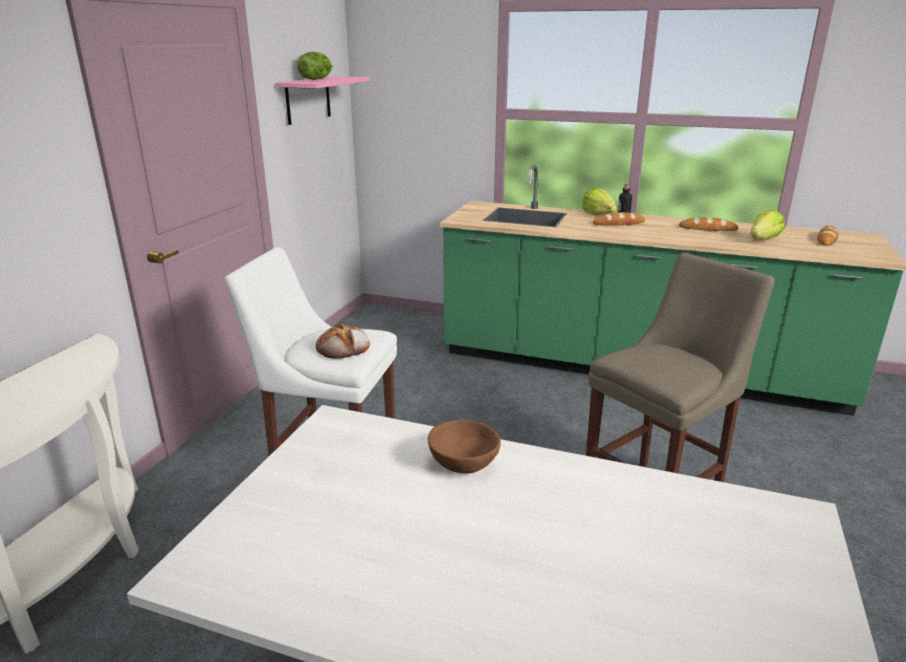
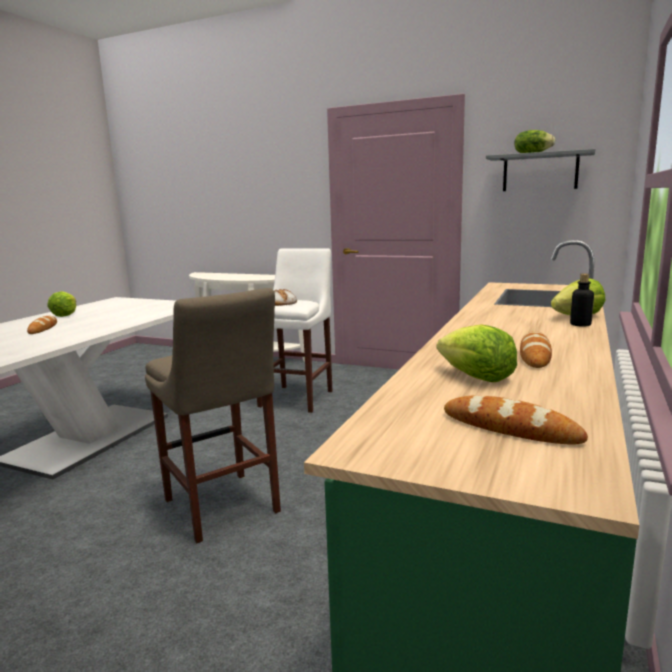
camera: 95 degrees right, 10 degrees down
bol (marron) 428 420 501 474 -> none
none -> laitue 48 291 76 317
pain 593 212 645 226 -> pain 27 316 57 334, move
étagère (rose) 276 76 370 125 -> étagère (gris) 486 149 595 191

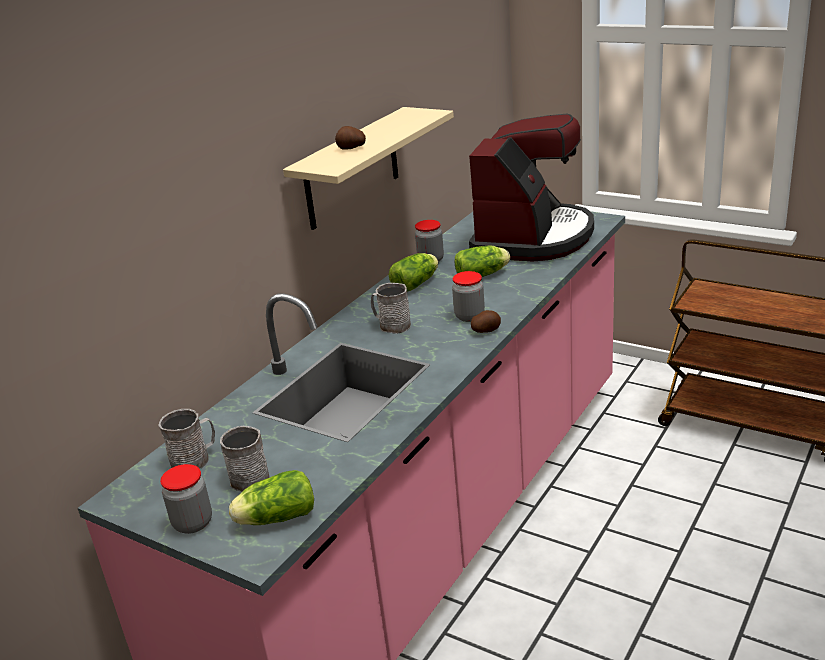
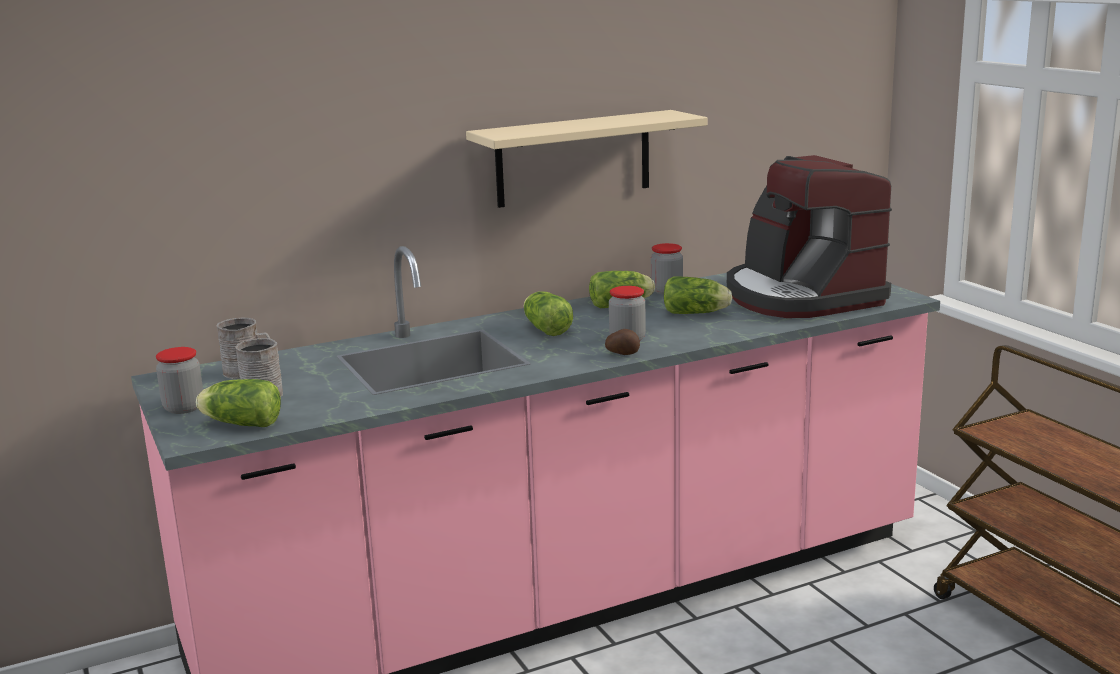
camera: 30 degrees right, 10 degrees down
pomme de terre 335 126 366 149 -> none
mug (gris) 371 283 411 334 -> laitue 524 291 573 336
machine à café 469 114 594 262 -> machine à café 727 155 892 318, 105 degrees clockwise

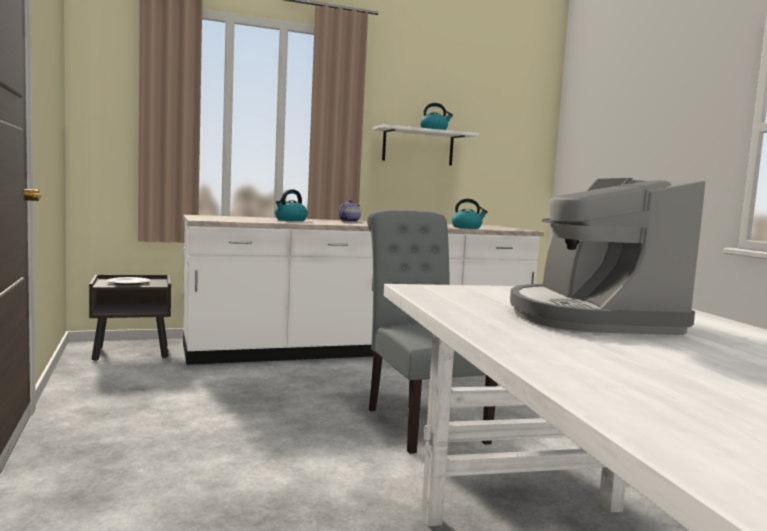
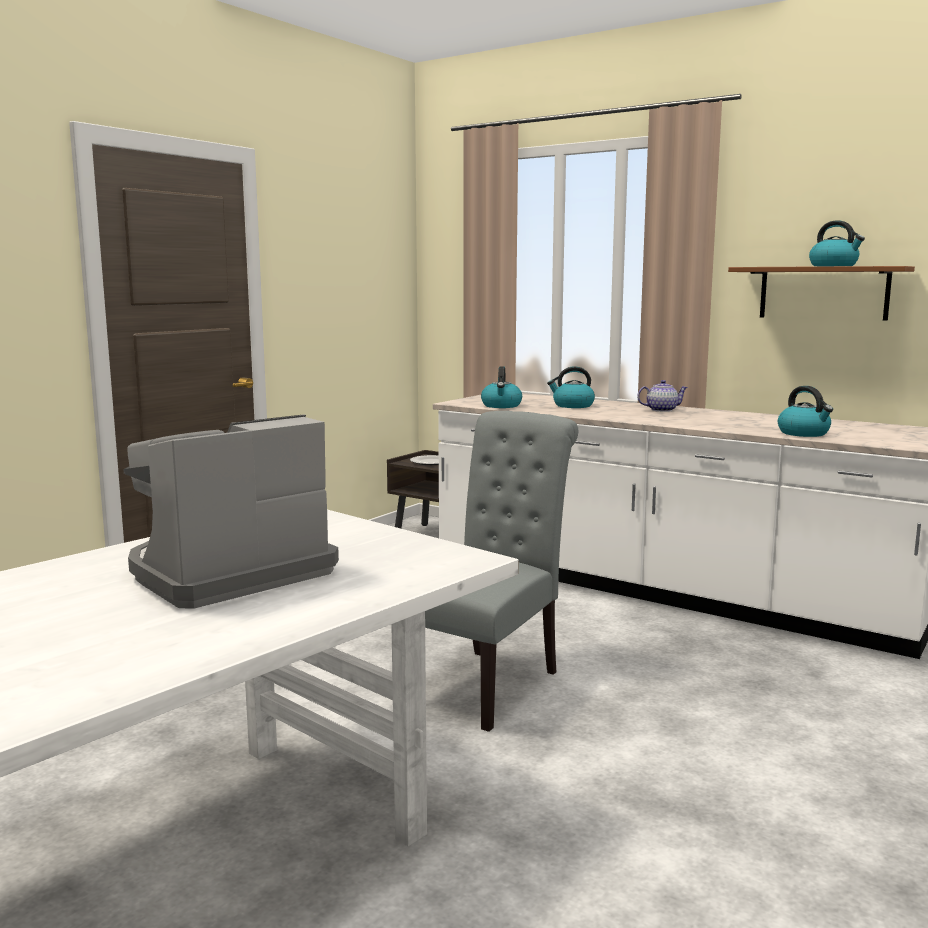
camera: 55 degrees right, 5 degrees up
none -> bouilloire 481 366 522 408
étagère (blanc) 372 124 479 165 -> étagère (marron) 728 266 915 321

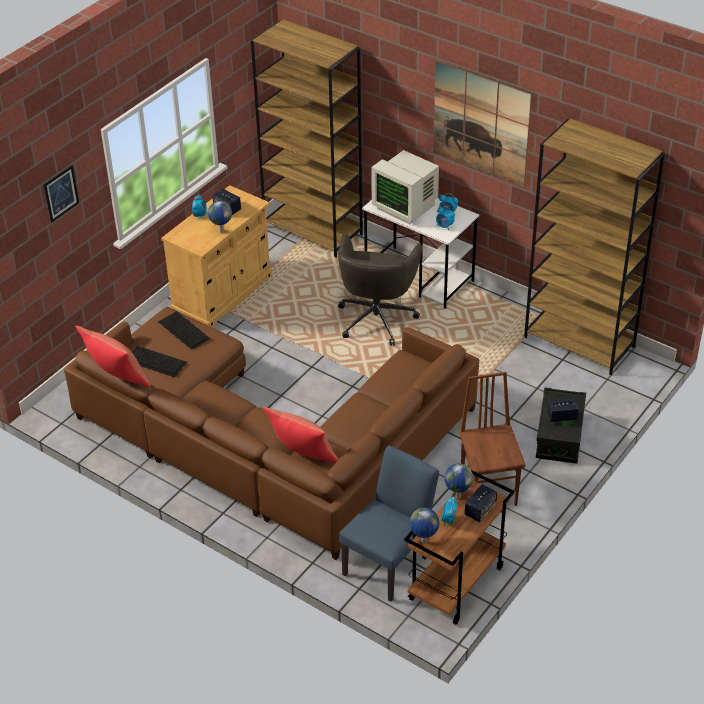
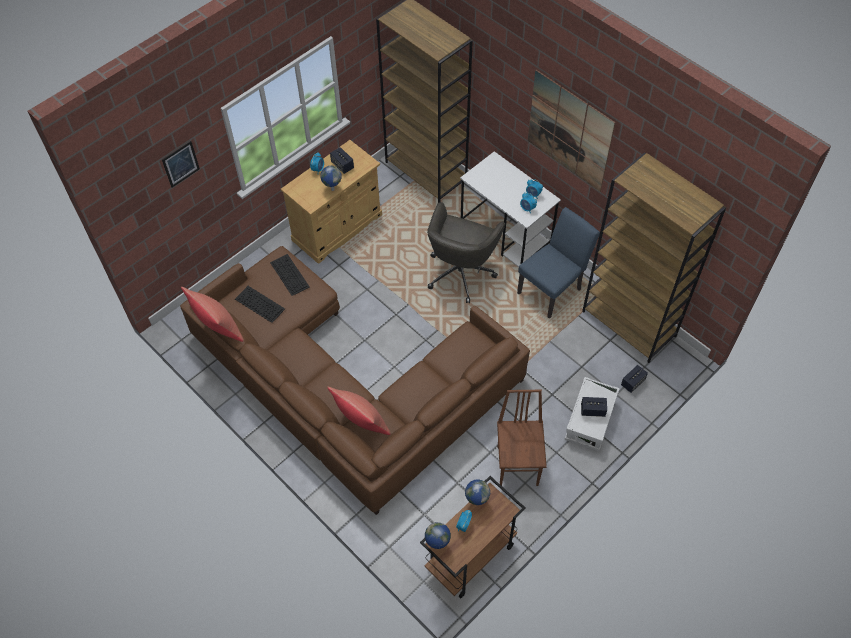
camera: 10 degrees right, 15 degrees up
écran d'ordinateur 371 150 439 225 -> none
chaise (bleu) 339 445 439 602 -> chaise (bleu) 517 207 600 319, move
enceinte 465 484 497 522 -> enceinte 621 365 648 393, move
boîte de rangement (noir) 536 387 586 463 -> boîte de rangement (blanc) 565 377 620 451

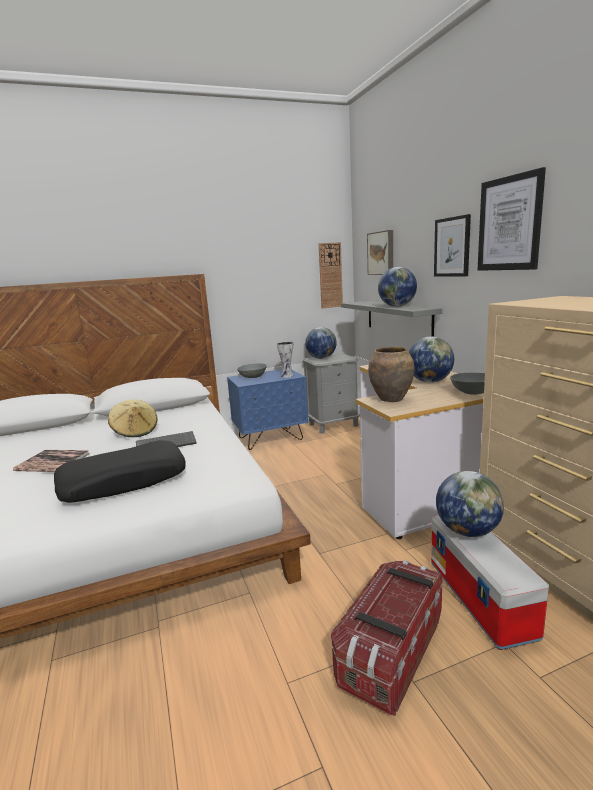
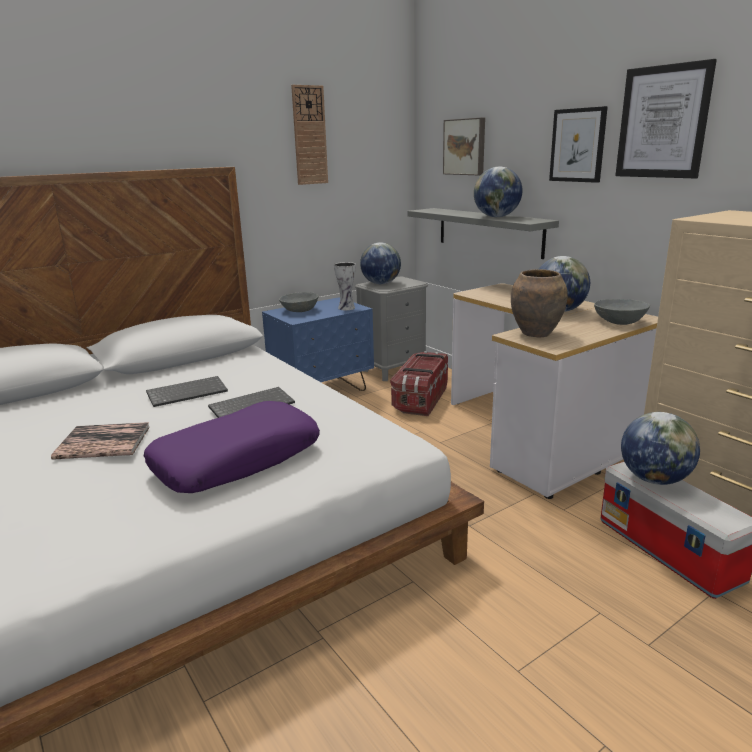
camera: 15 degrees left, 5 degrees up
horloge murale 319 242 343 308 -> horloge murale 291 85 328 185, move
boîte de rangement 331 560 443 716 -> boîte de rangement 390 351 448 416, move
chapeau (beige) 108 400 158 437 -> clavier 146 376 228 407
coussin (noir) 54 440 186 503 -> coussin (violet) 144 401 320 493

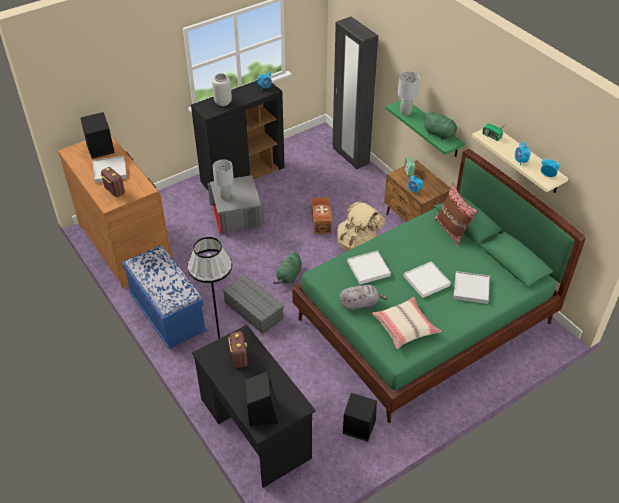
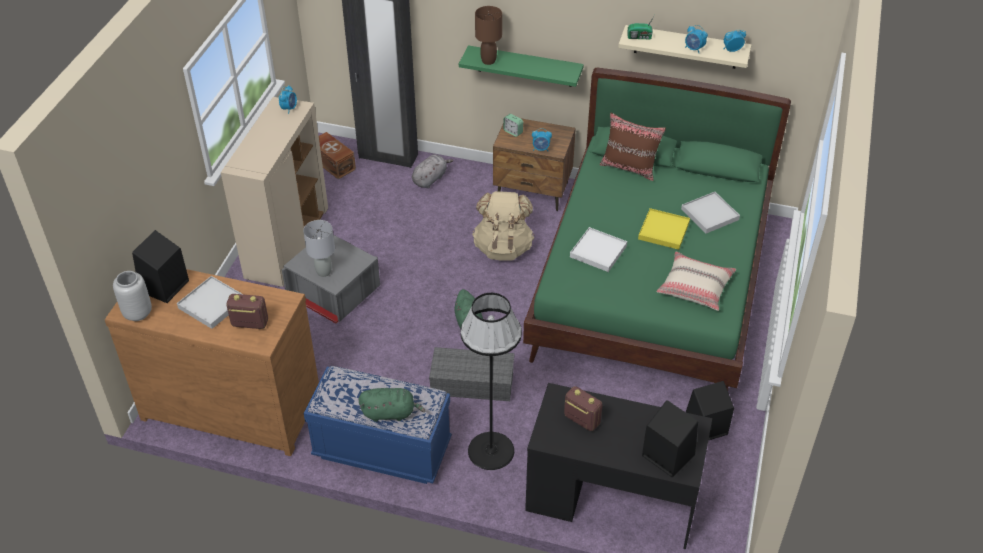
camera: 40 degrees left, 0 degrees up
vase (gris) 212 73 232 106 -> vase (gris) 113 271 152 321, move
boîte de rangement (marron) 312 197 332 234 -> boîte de rangement (marron) 319 132 356 179, move
peluche (gris) 339 285 388 311 -> peluche (gris) 412 154 453 188, move
peluche (vert) 423 111 458 140 -> peluche (vert) 359 388 426 422, move
meuble de rangement (noir) 191 80 285 190 -> meuble de rangement (beige) 221 97 328 287
lampe de table (gris) 398 71 420 116 -> lampe de table (marron) 475 6 502 65
plateau (blanc) 404 261 451 298 -> plateau (jaune) 638 208 690 250

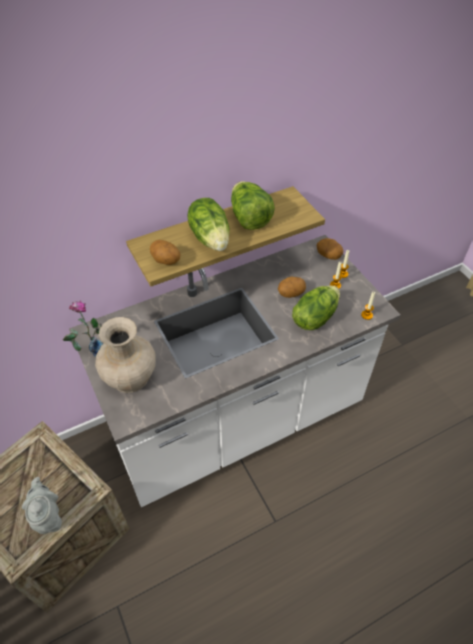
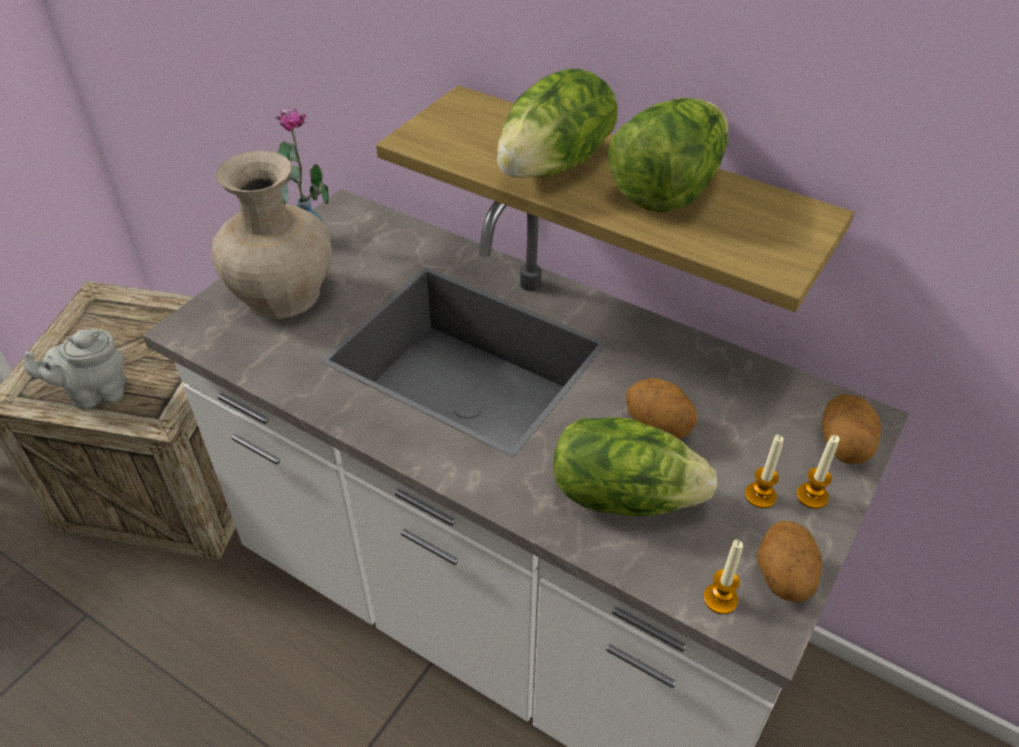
camera: 60 degrees right, 5 degrees down
pomme de terre 150 240 181 265 -> pomme de terre 757 521 822 602, move
théière (gris) 22 477 62 534 -> théière (gris) 24 329 126 409, 150 degrees counterclockwise

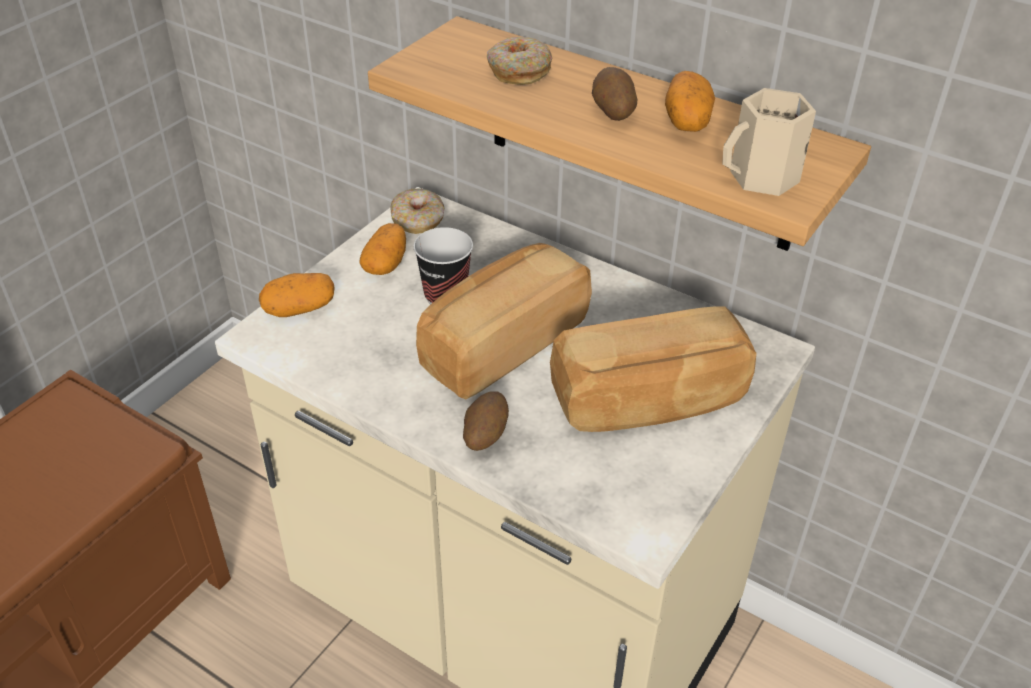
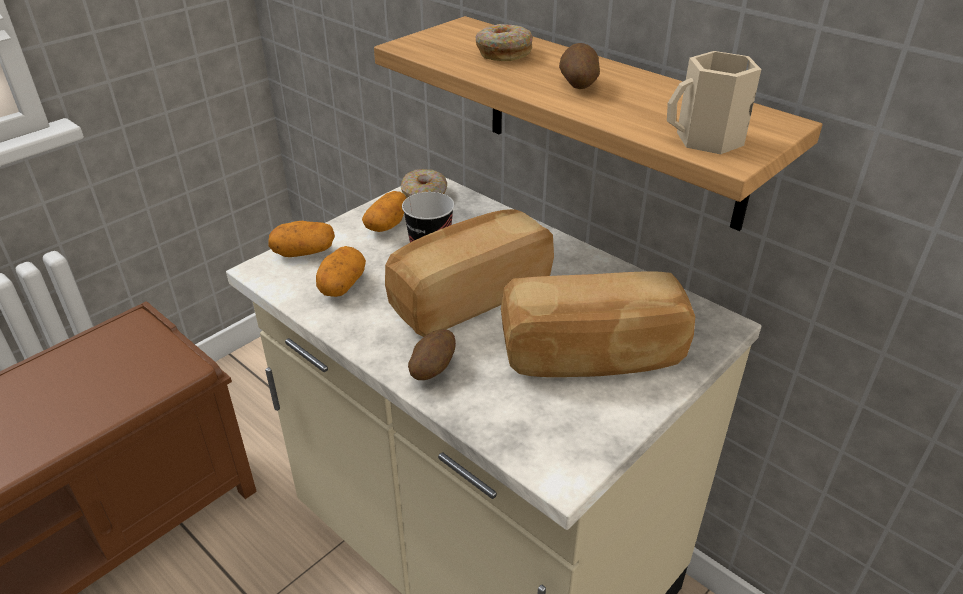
camera: 10 degrees right, 5 degrees down
pomme de terre 665 71 715 132 -> pomme de terre 316 246 366 297, move

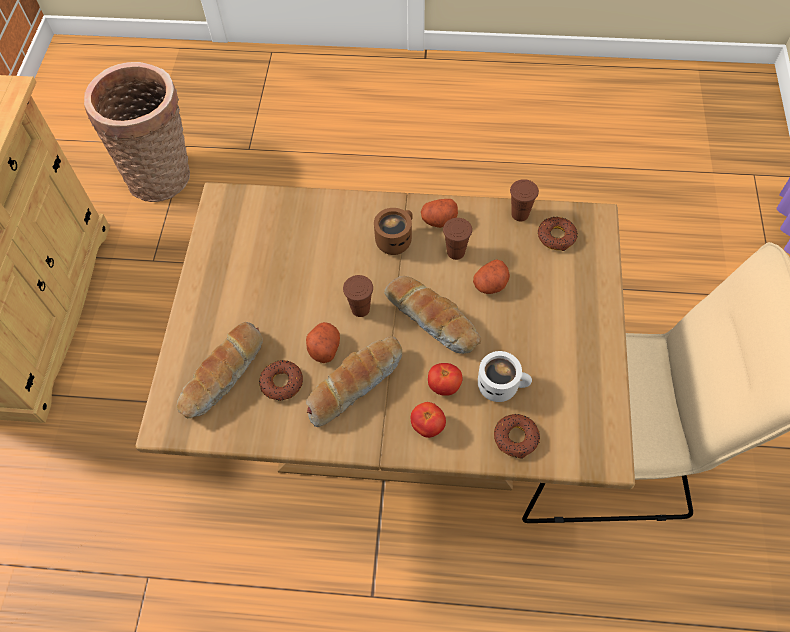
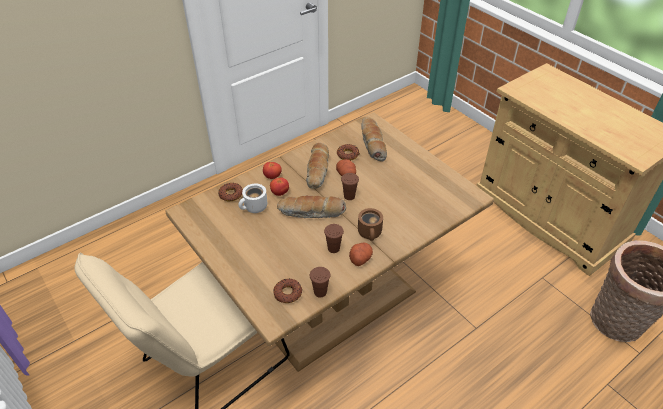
camera: 135 degrees right, 15 degrees down
pomme de terre 473 259 510 294 -> none

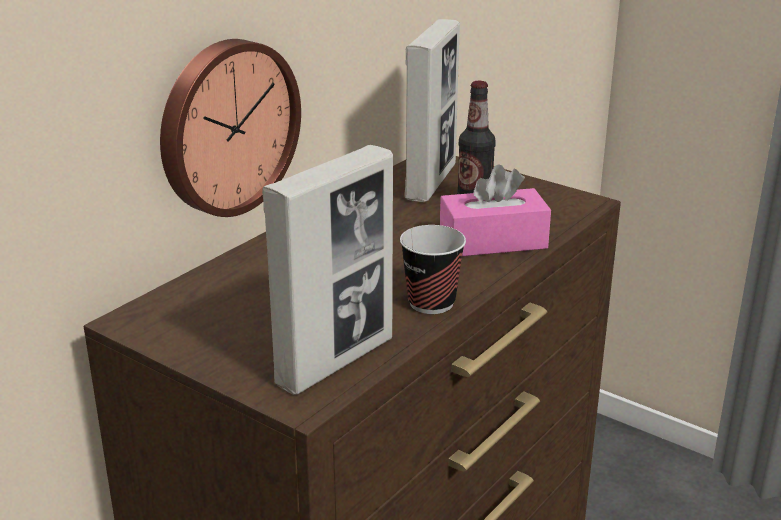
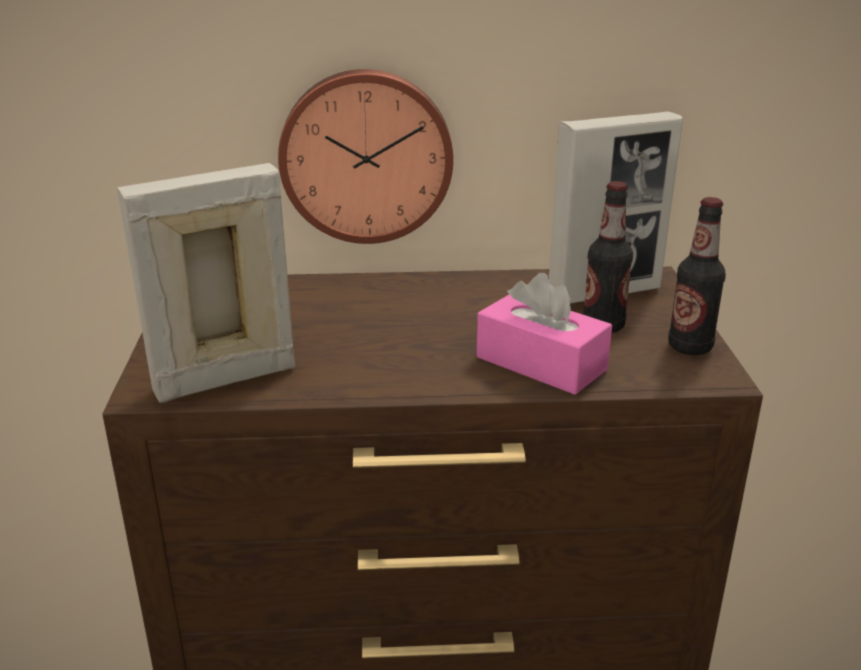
camera: 50 degrees right, 0 degrees up
tasse 400 225 466 314 -> none
none -> bouteille 668 197 726 355
cadre photo 262 145 393 395 -> cadre photo 117 163 295 403, 150 degrees clockwise

